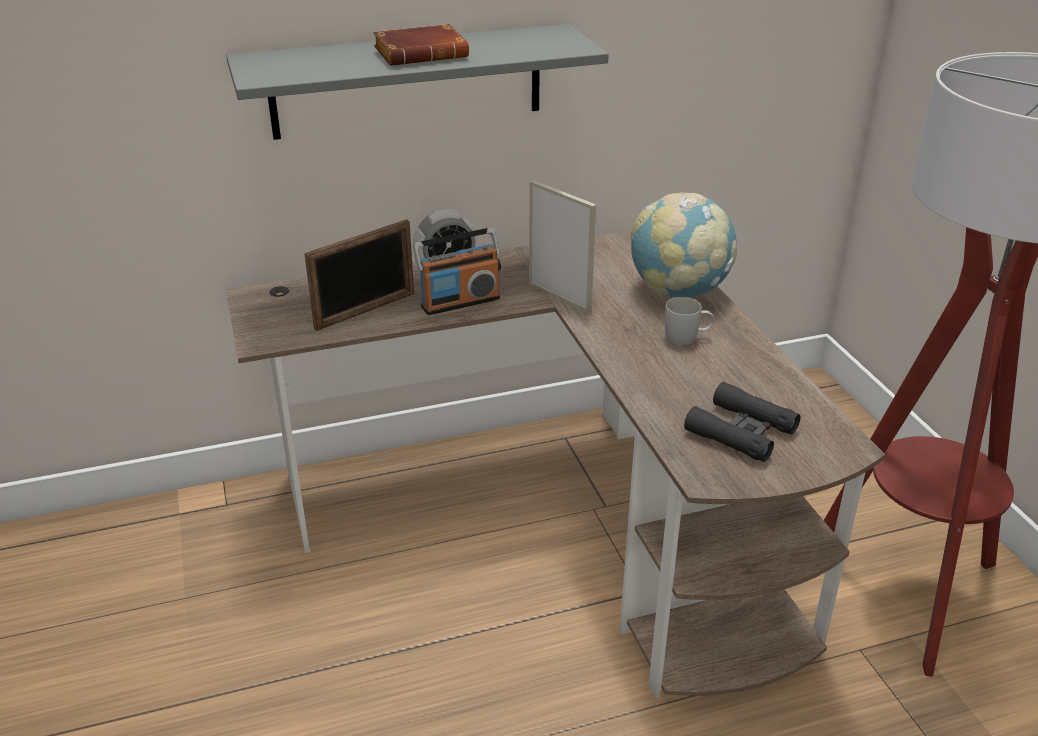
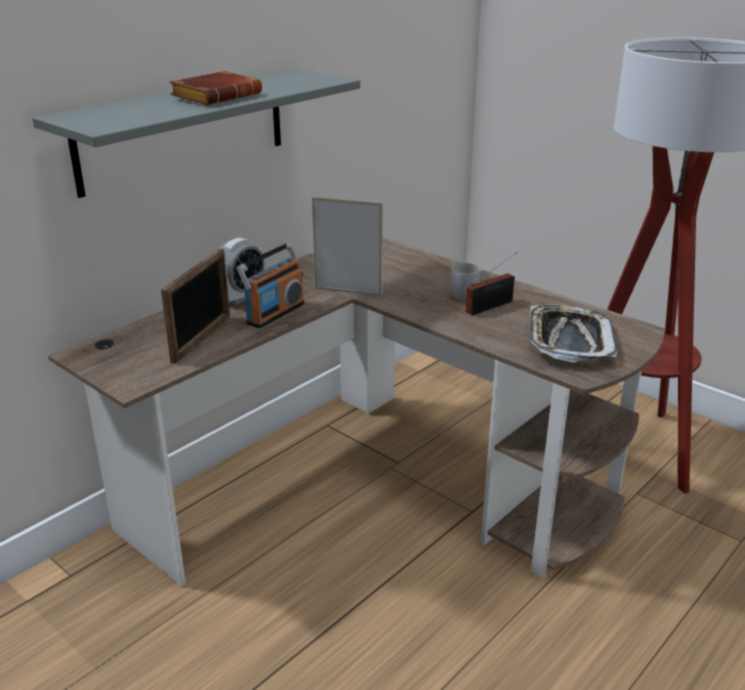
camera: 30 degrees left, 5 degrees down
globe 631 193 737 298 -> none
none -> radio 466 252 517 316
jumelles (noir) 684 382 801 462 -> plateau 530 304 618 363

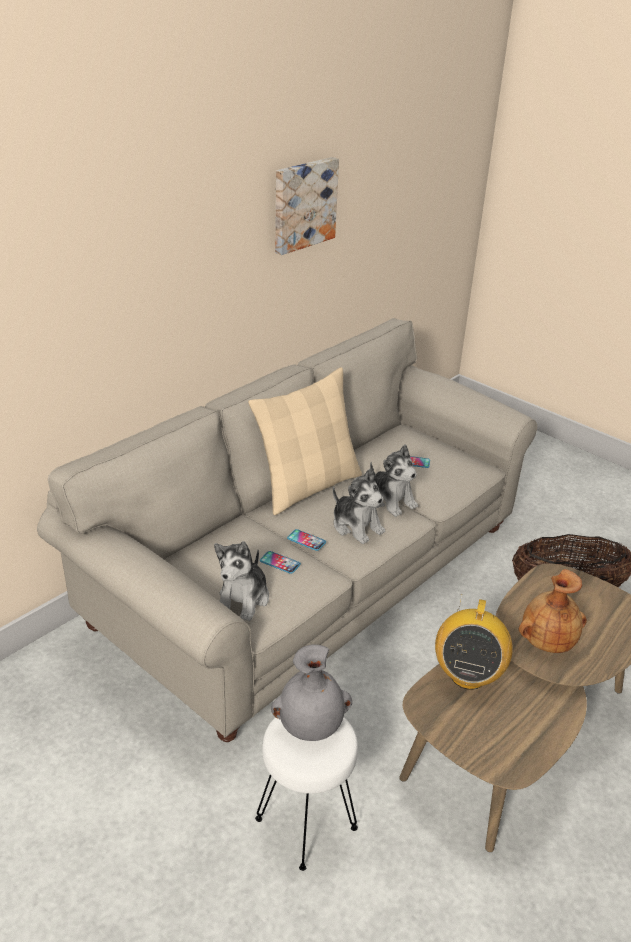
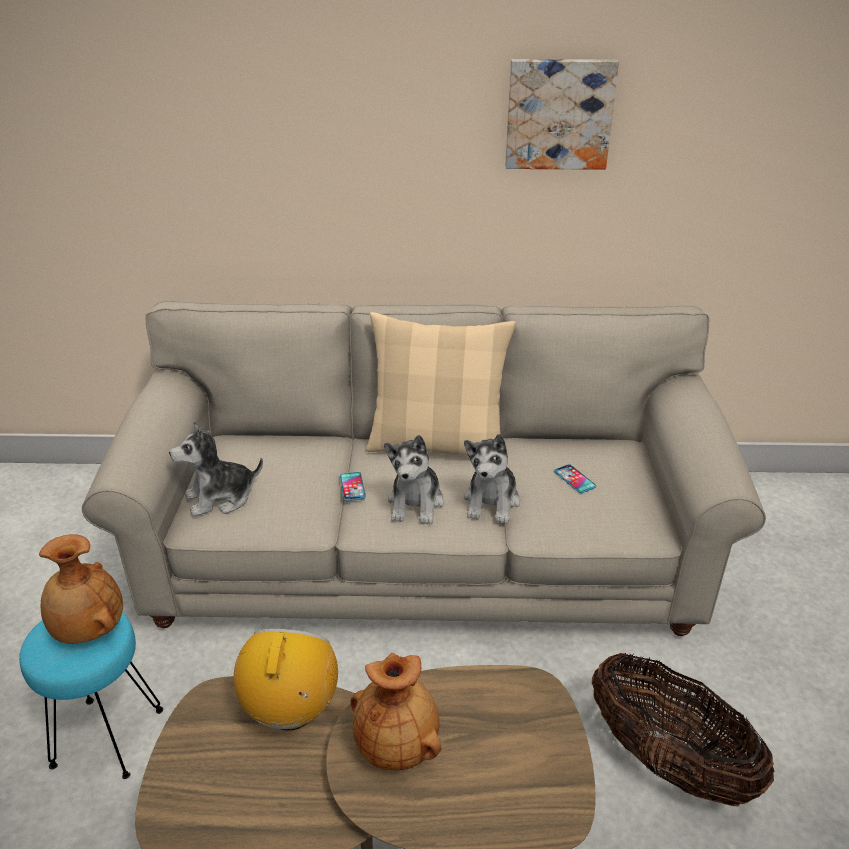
camera: 50 degrees right, 0 degrees up
téléphone 260 551 301 574 -> none
tabouret (blanc) 255 717 358 871 -> tabouret (turquoise) 19 612 163 779
vase (gris) 271 644 352 741 -> vase (marron) 39 534 123 644
radio 435 594 513 690 -> radio 234 629 338 730, 120 degrees clockwise

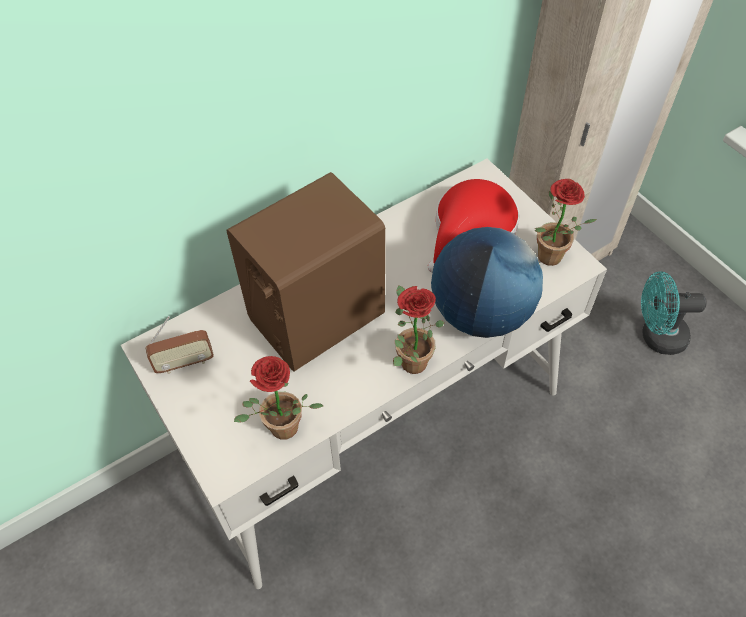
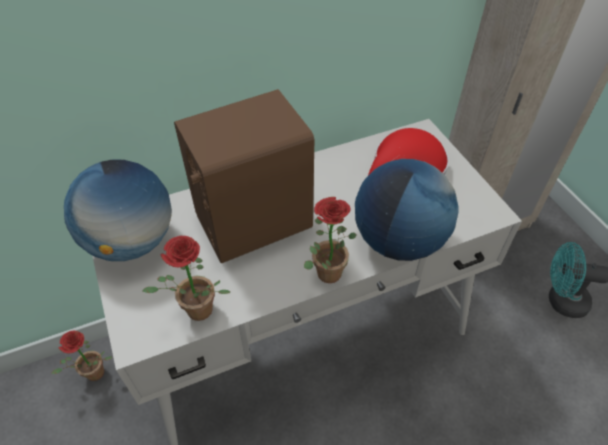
camera: 10 degrees right, 5 degrees down
plante en pot 534 179 597 266 -> plante en pot 51 331 112 381, move
radio 146 316 214 374 -> globe 64 160 172 261

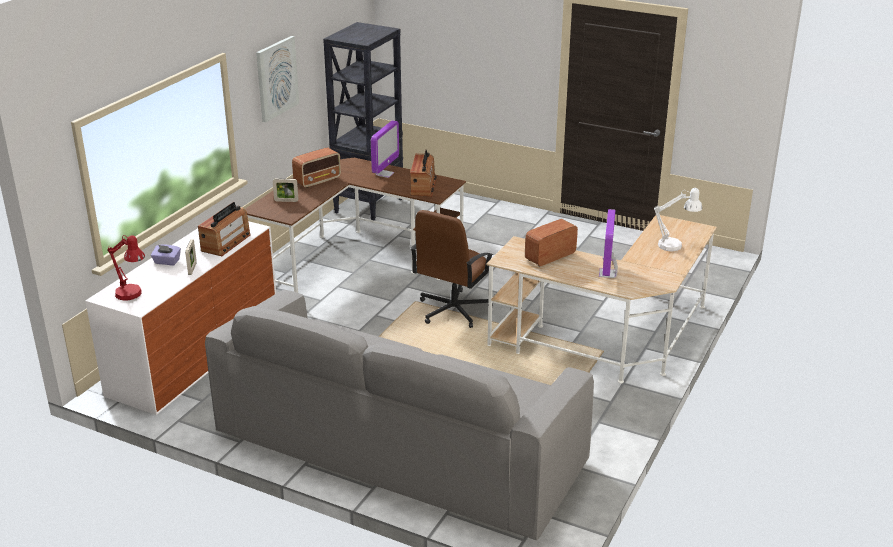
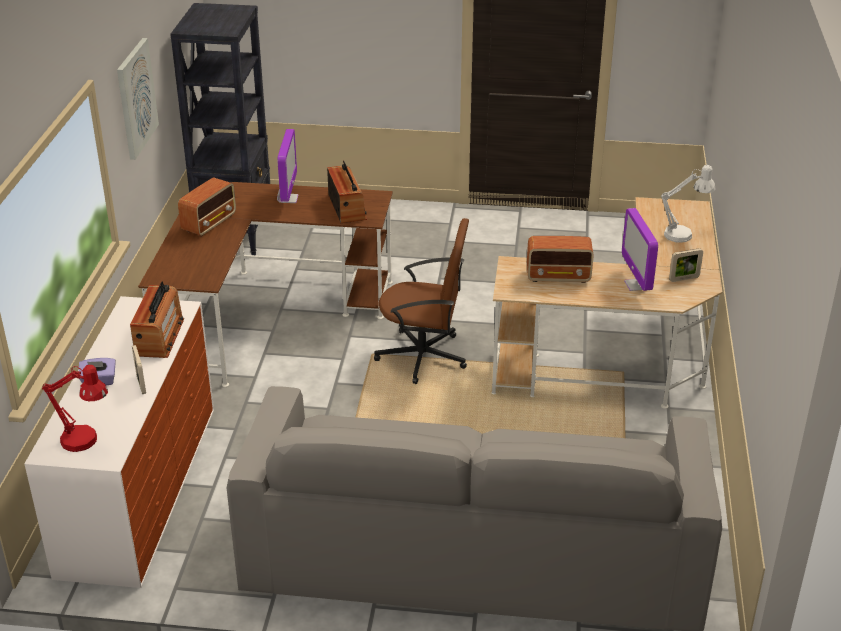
camera: 20 degrees left, 5 degrees up
cadre photo 273 178 298 202 -> cadre photo 669 248 703 282, move
chaise de bureau (marron) 410 210 494 328 -> chaise de bureau (marron) 374 218 469 384, 90 degrees counterclockwise
radio 525 219 578 267 -> radio 527 236 594 283, 120 degrees counterclockwise

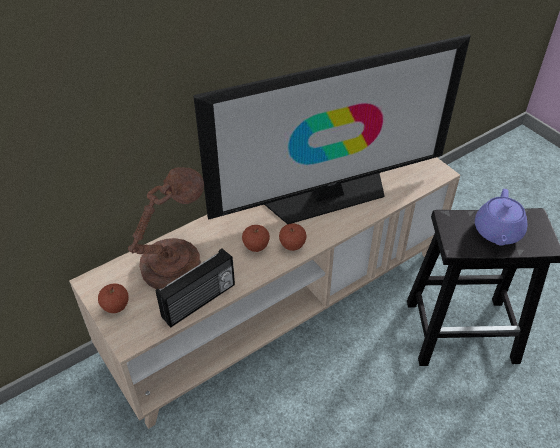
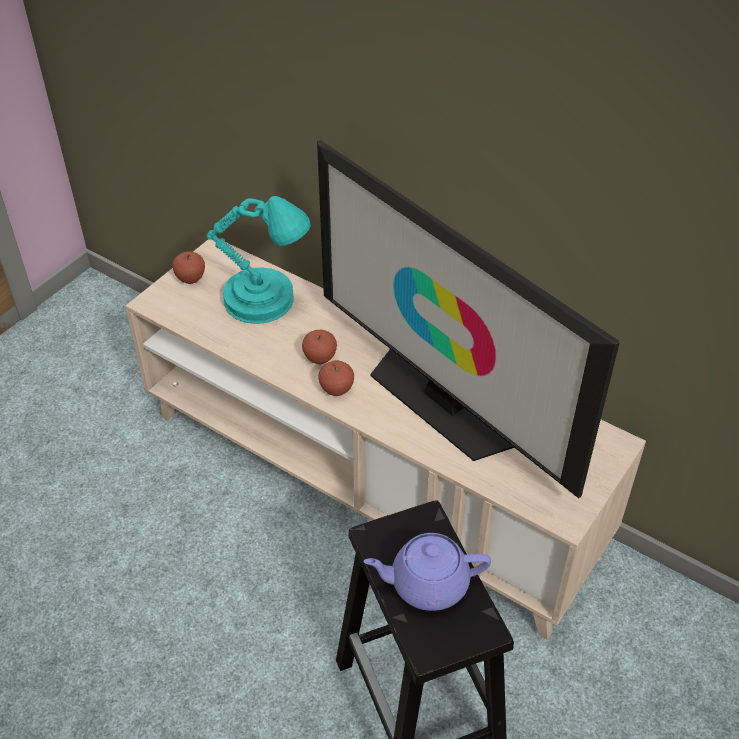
camera: 70 degrees right, 0 degrees up
radio 156 248 235 328 -> none
lampe de table (marron) 128 168 204 290 -> lampe de table (turquoise) 207 196 311 324

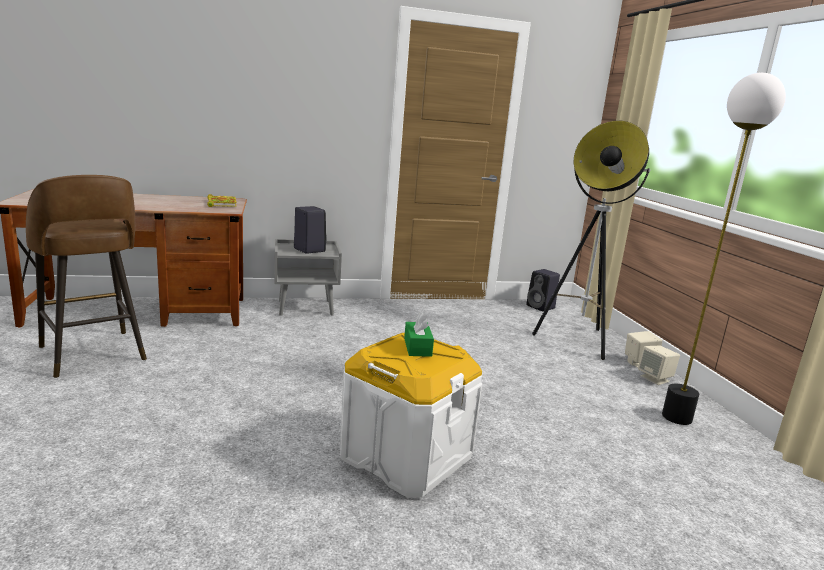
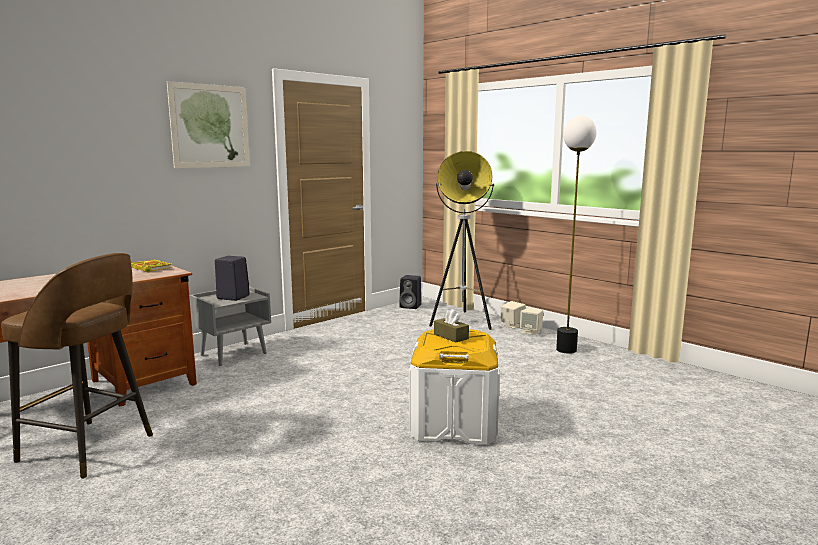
camera: 30 degrees left, 5 degrees down
none -> tableau 167 81 250 168
boîte à mouchoirs (vert) 404 313 434 357 -> boîte à mouchoirs (marron) 434 309 469 342

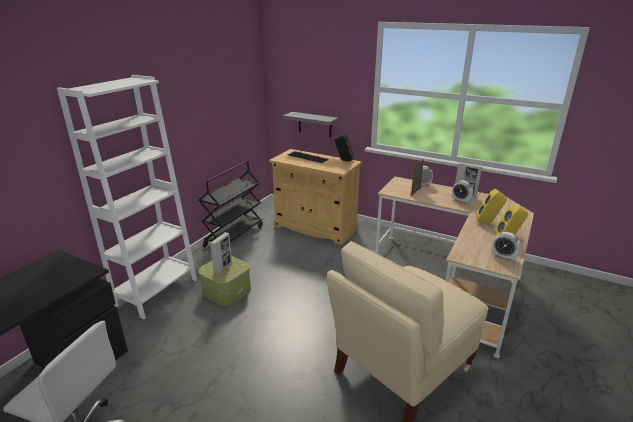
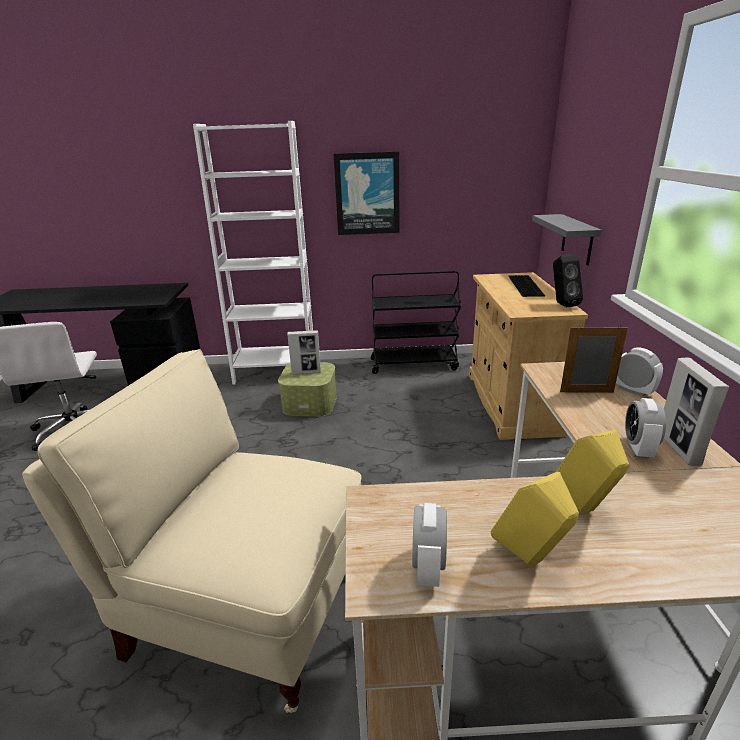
camera: 60 degrees right, 0 degrees up
none -> tableau 334 151 399 235

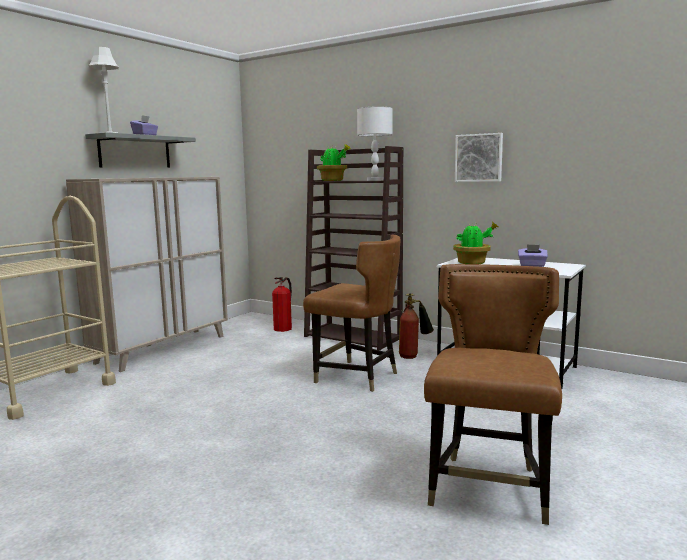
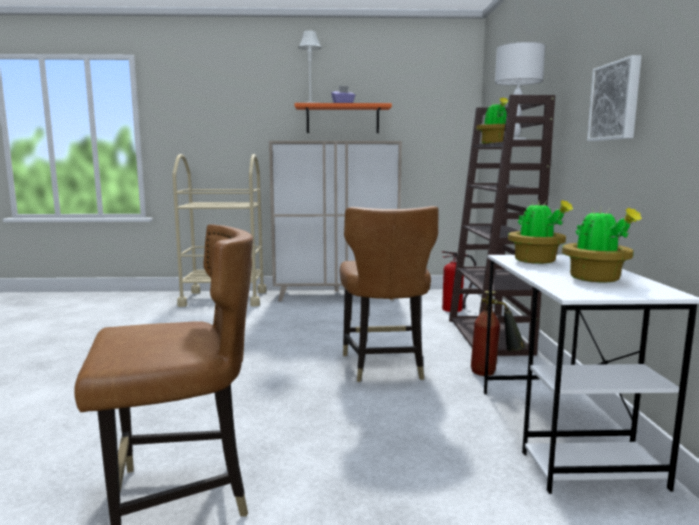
camera: 55 degrees right, 0 degrees up
boîte à mouchoirs (violet) 518 244 548 267 -> plante en pot 562 205 642 283
étagère (gris) 85 132 196 168 -> étagère (orange) 295 103 392 133

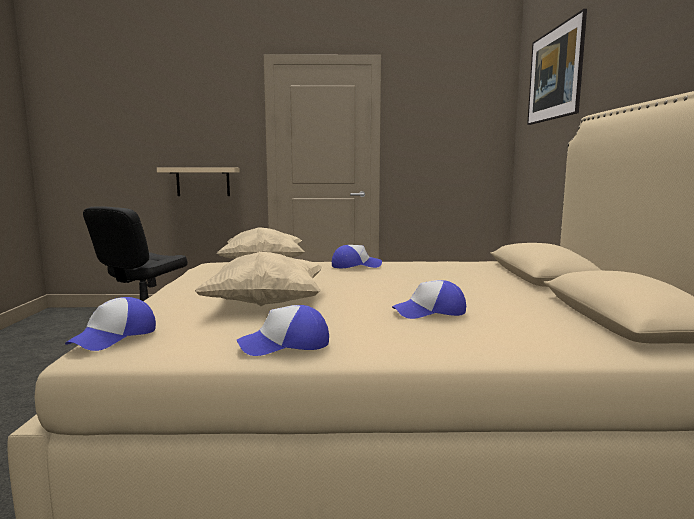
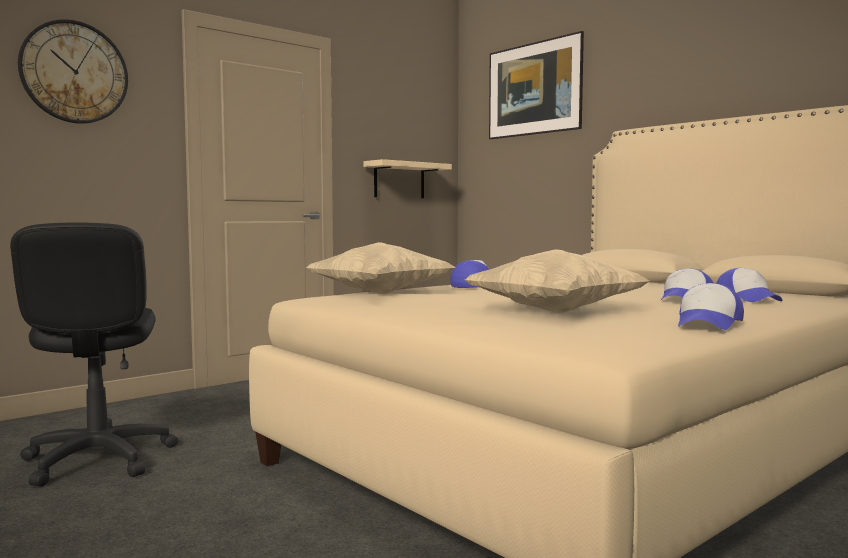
camera: 40 degrees left, 5 degrees down
none -> horloge murale 18 20 128 124
casquette 65 297 156 351 -> casquette 716 268 782 302, move
étagère (beige) 157 168 240 196 -> étagère (beige) 363 159 452 198, move

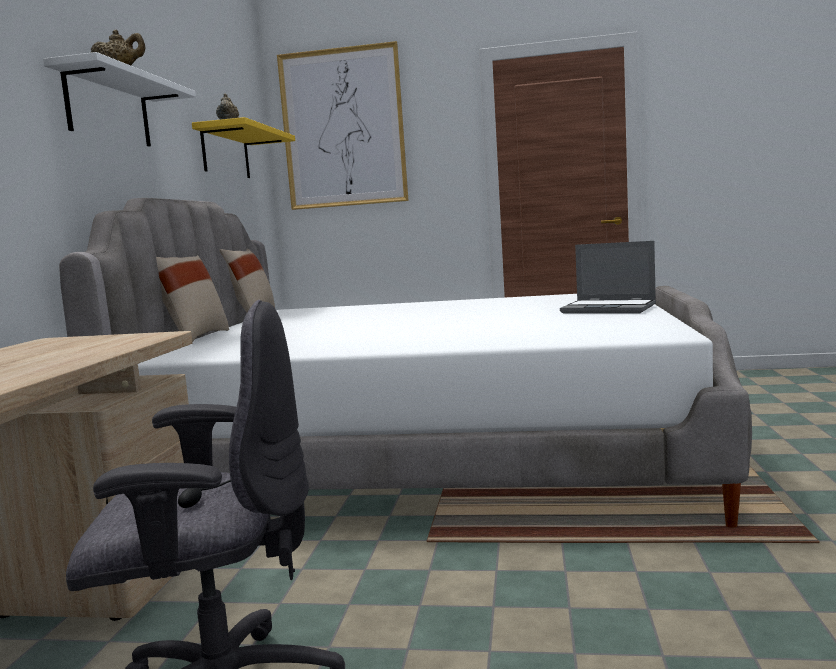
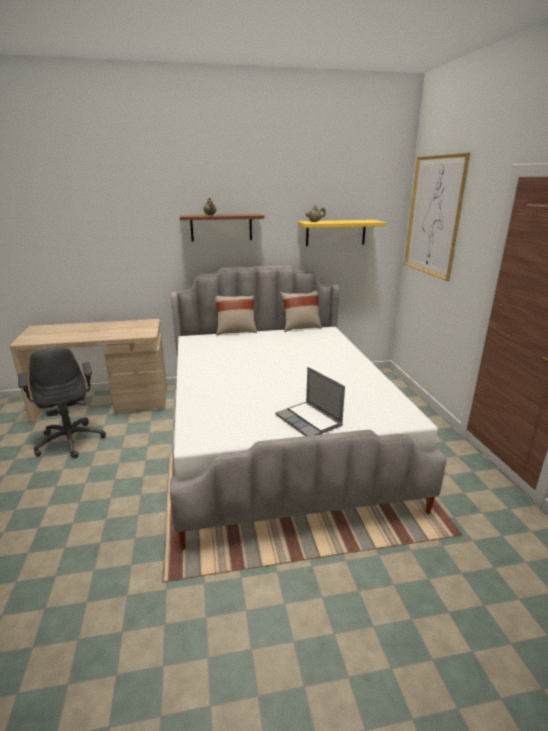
camera: 70 degrees right, 15 degrees up
étagère (blanc) 43 52 196 147 -> étagère (marron) 180 214 264 242
ordinateur portable 560 241 656 314 -> ordinateur portable 276 367 345 436, 45 degrees counterclockwise

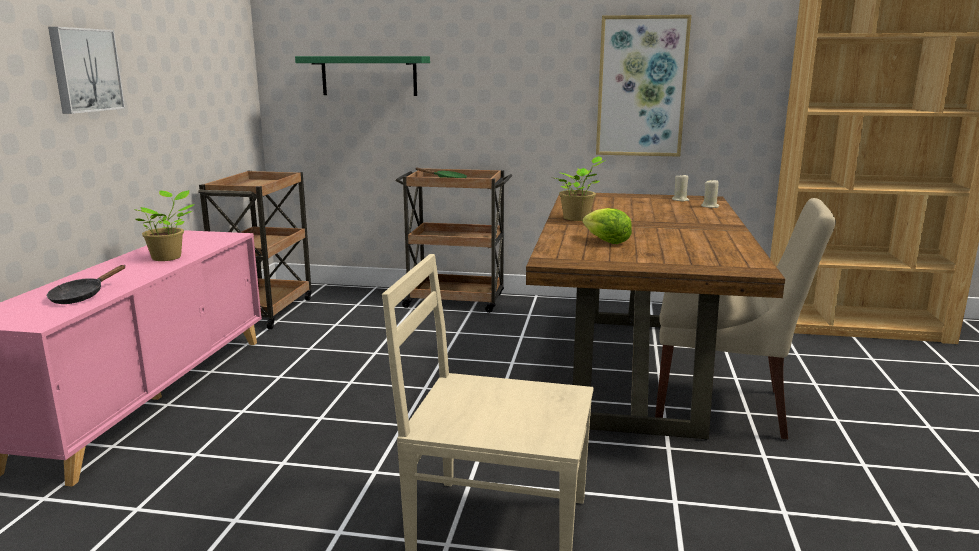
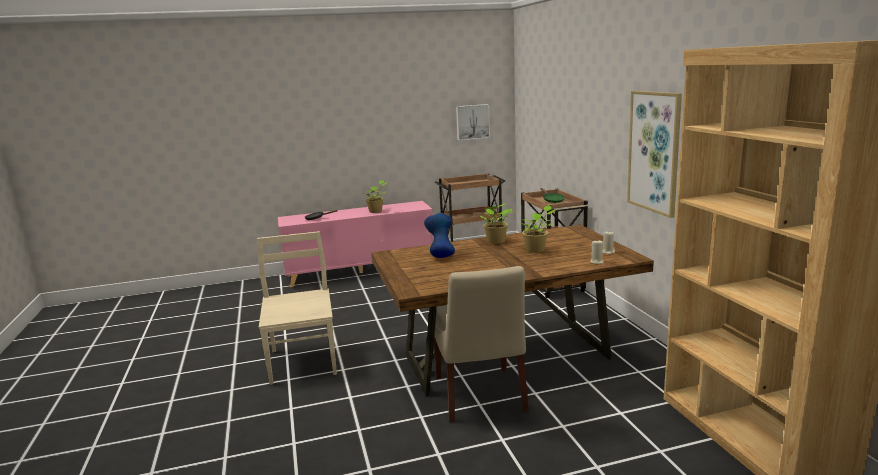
camera: 65 degrees right, 0 degrees up
étagère (vert) 295 56 430 96 -> none
none -> plante en pot 519 205 556 253
tableau 48 27 125 114 -> tableau 456 104 490 141, move
laitue 583 208 632 244 -> vase (bleu) 424 213 455 258

